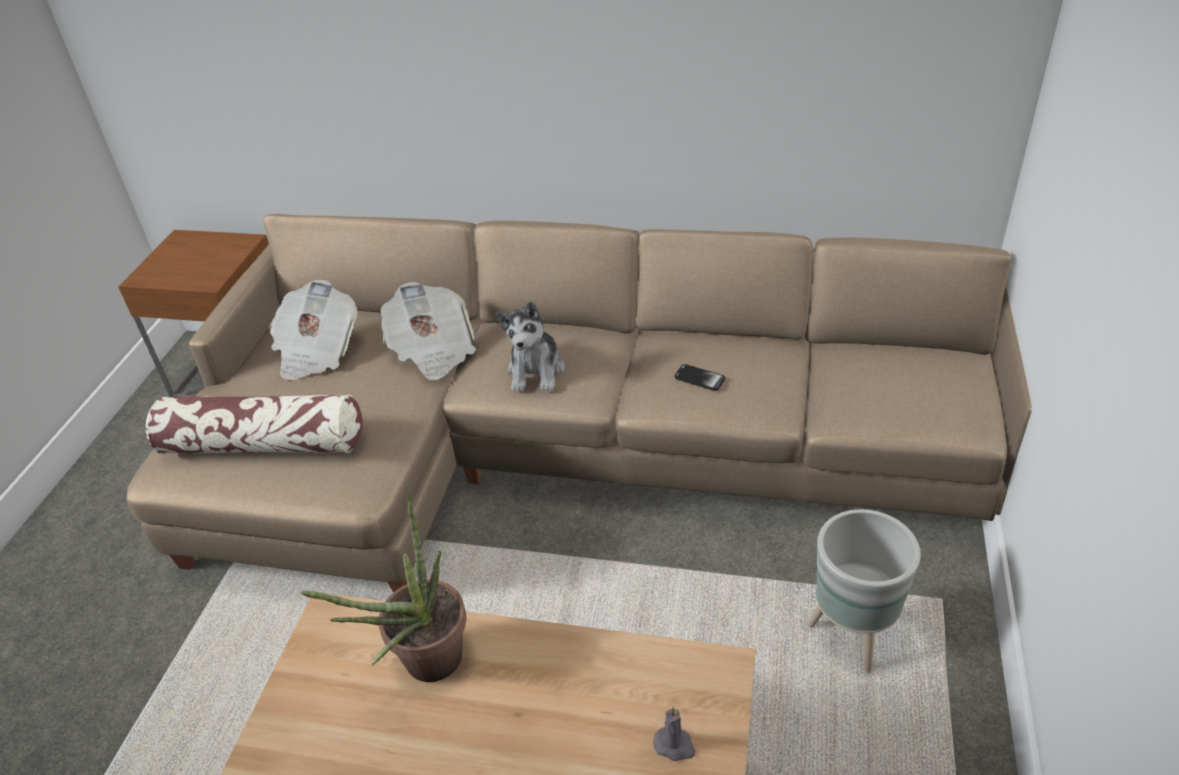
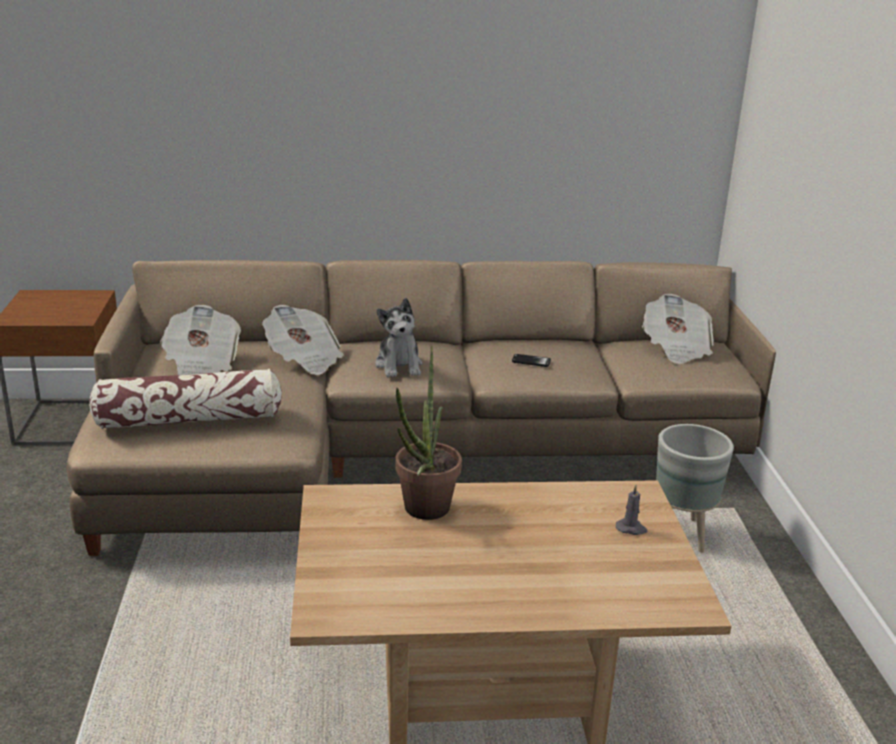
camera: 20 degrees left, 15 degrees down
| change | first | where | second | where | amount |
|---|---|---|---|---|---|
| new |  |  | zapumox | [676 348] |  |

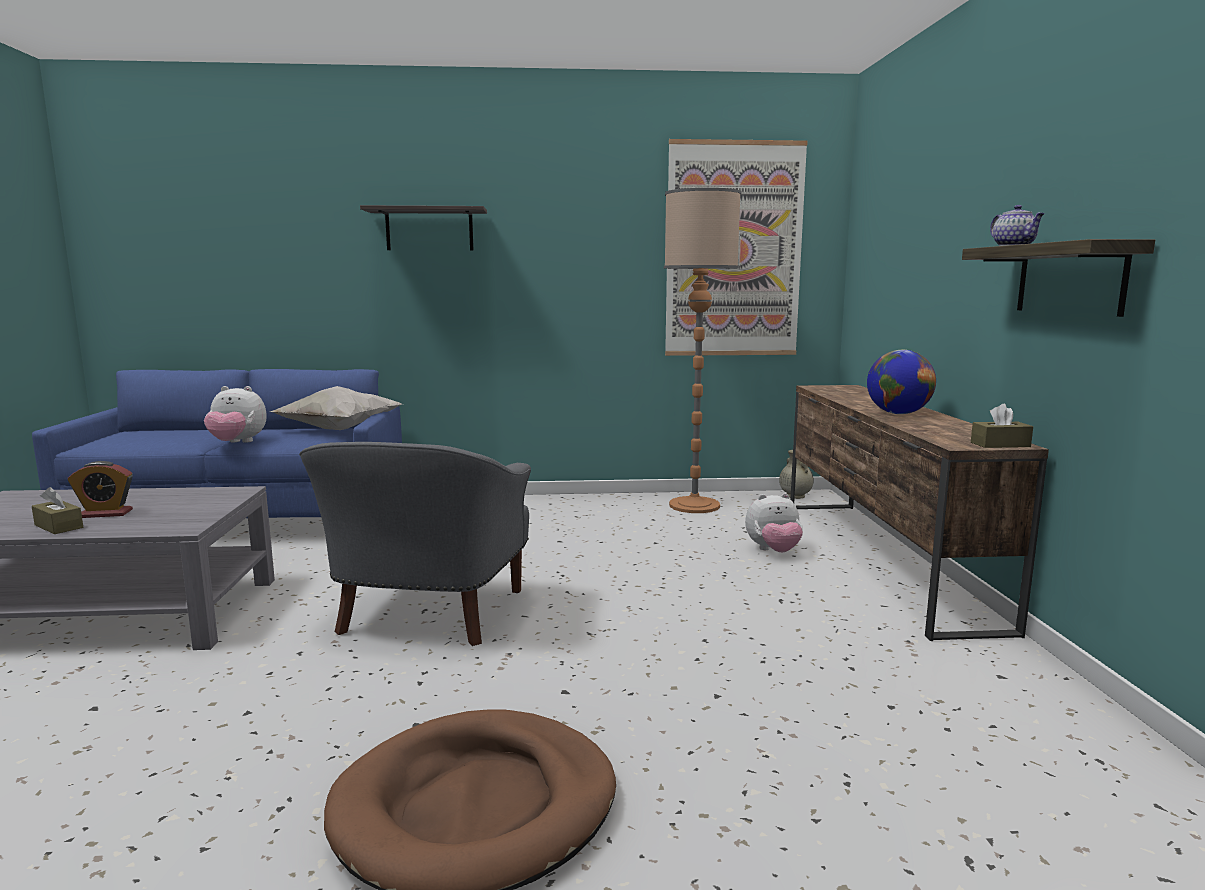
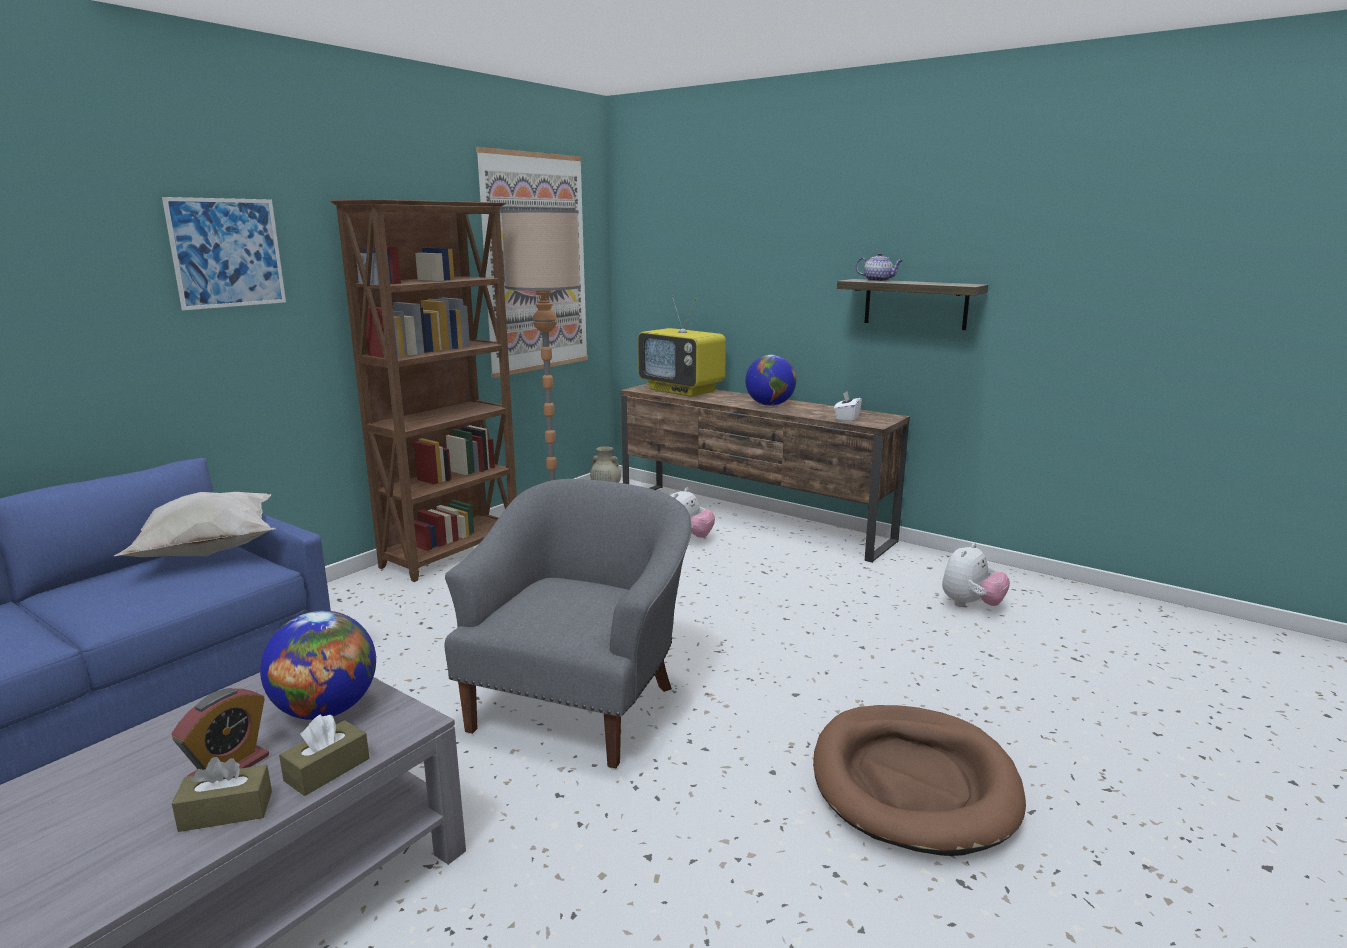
camera: 50 degrees left, 5 degrees up
| change | first | where | second | where | amount |
|---|---|---|---|---|---|
| new |  |  | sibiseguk | [326 710] |  |
| new |  |  | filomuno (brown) | [454 553] |  |
| new |  |  | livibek | [682 390] |  |
| new |  |  | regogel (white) | [846 418] |  |
| shifted | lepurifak | [237 443] |  | [971 605] |  |
| shifted | regogel (brown) | [1000 444] |  | [327 770] |  |
| swapped | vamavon | [429 230] | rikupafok | [227 253] |  |
| rotated | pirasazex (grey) | [427 615] |  | [580 705] | 120 degrees counterclockwise |

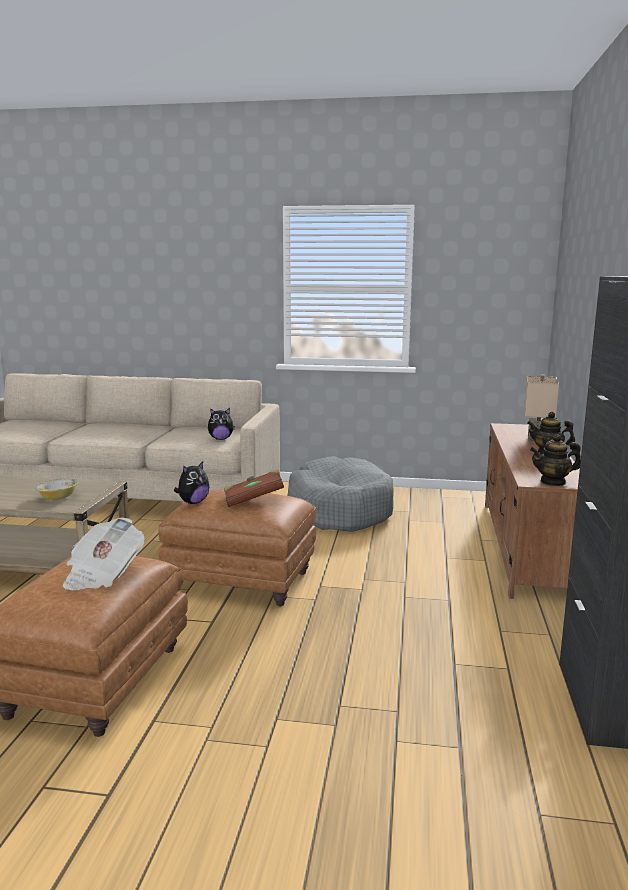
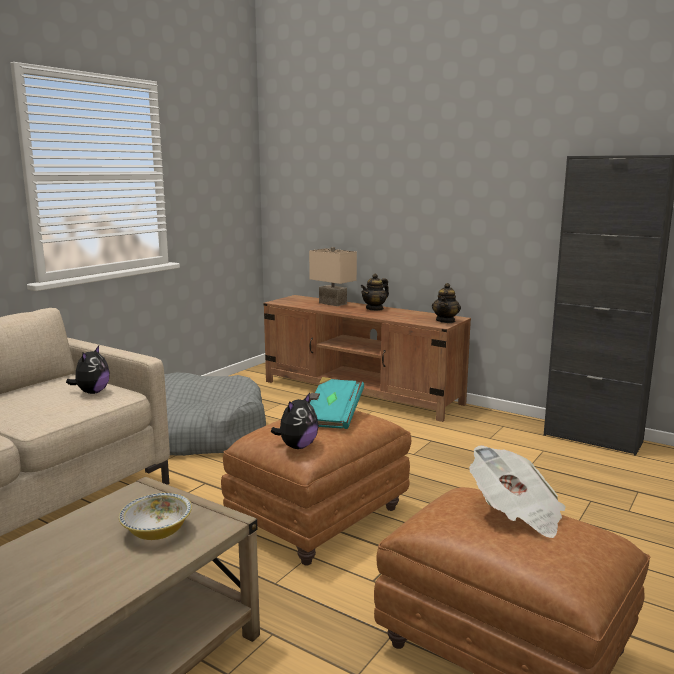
camera: 65 degrees left, 0 degrees up
| change | first | where | second | where | amount |
|---|---|---|---|---|---|
| repainted | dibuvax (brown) | [253 500] | dibuvax (turquoise) | [332 416] |  |
| rotated | lepurifak | [193 502] |  | [297 446] | 60 degrees clockwise |

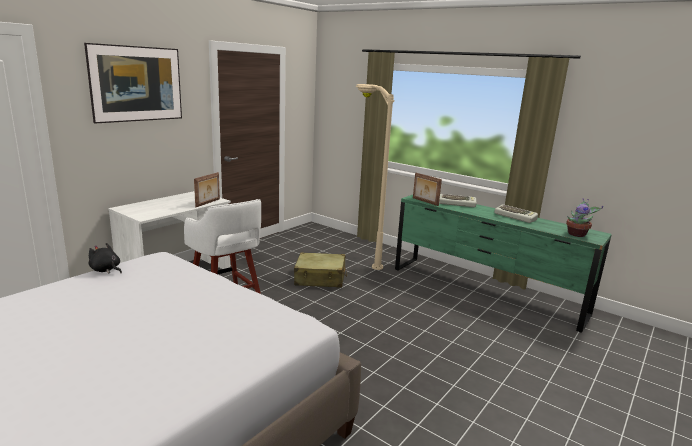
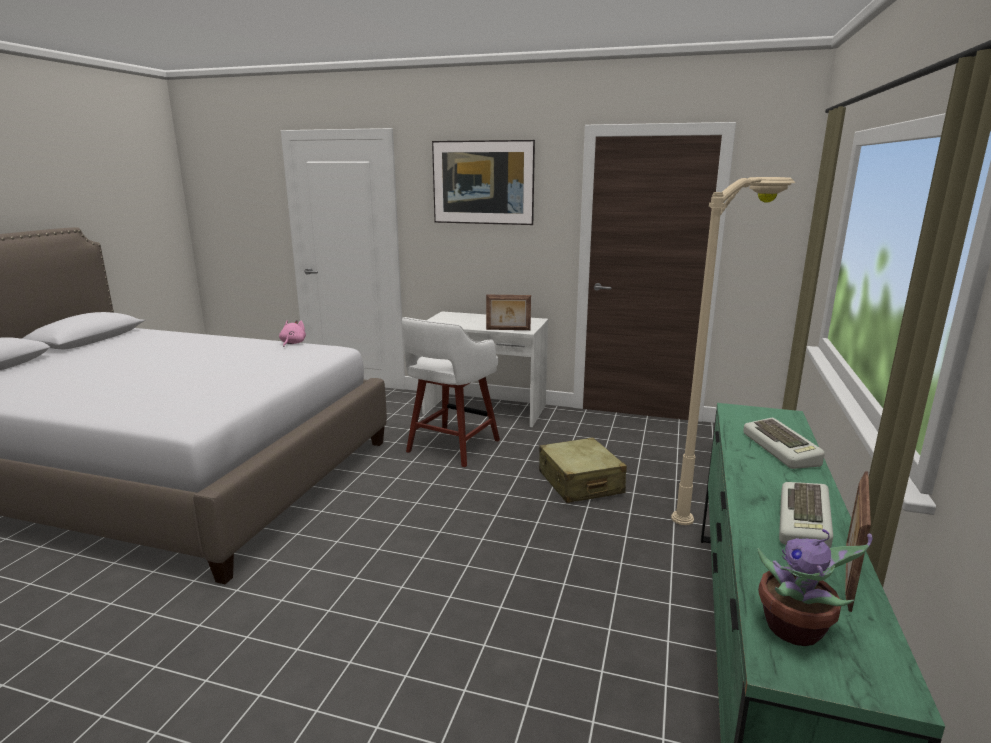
camera: 70 degrees right, 0 degrees up
| change | first | where | second | where | amount |
|---|---|---|---|---|---|
| shifted | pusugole | [424 202] |  | [847 576] |  |
| repainted | lepurifak (black) | [106 270] | lepurifak (pink) | [292 343] |  |

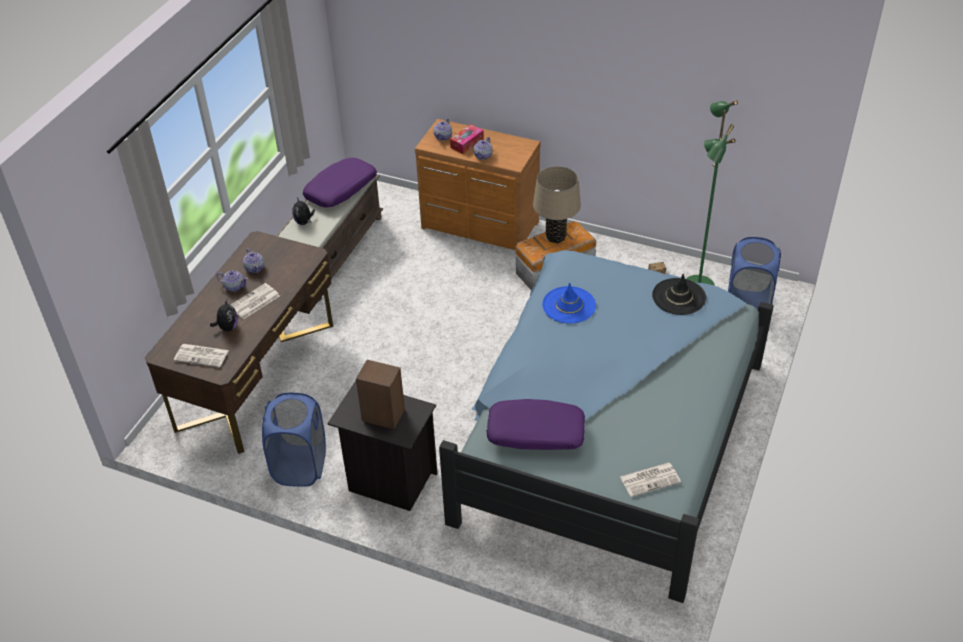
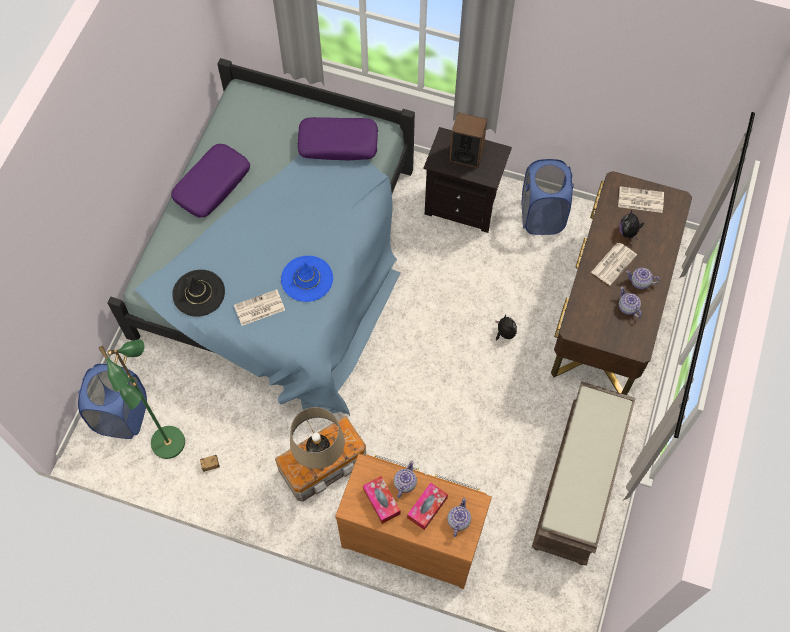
camera: 175 degrees right, 20 degrees up
| change | first | where | second | where | amount |
|---|---|---|---|---|---|
| new |  |  | regogel | [381 501] |  |
| shifted | lepurifak | [304 222] |  | [504 333] |  |
| shifted | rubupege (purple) | [341 190] |  | [212 185] |  |
| shifted | zapumox | [650 479] |  | [259 308] |  |

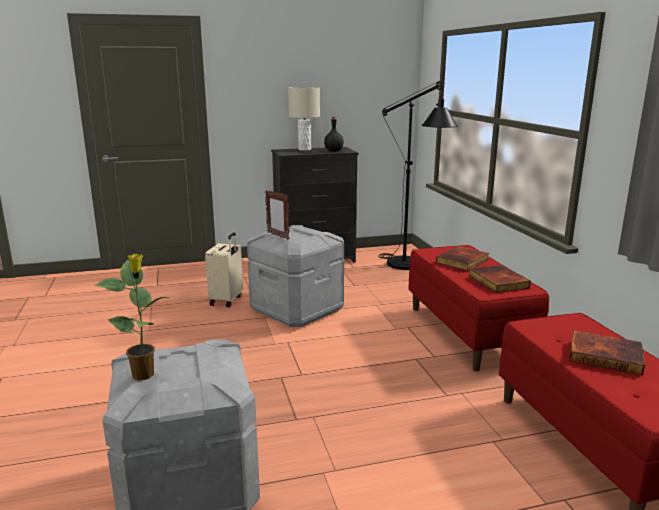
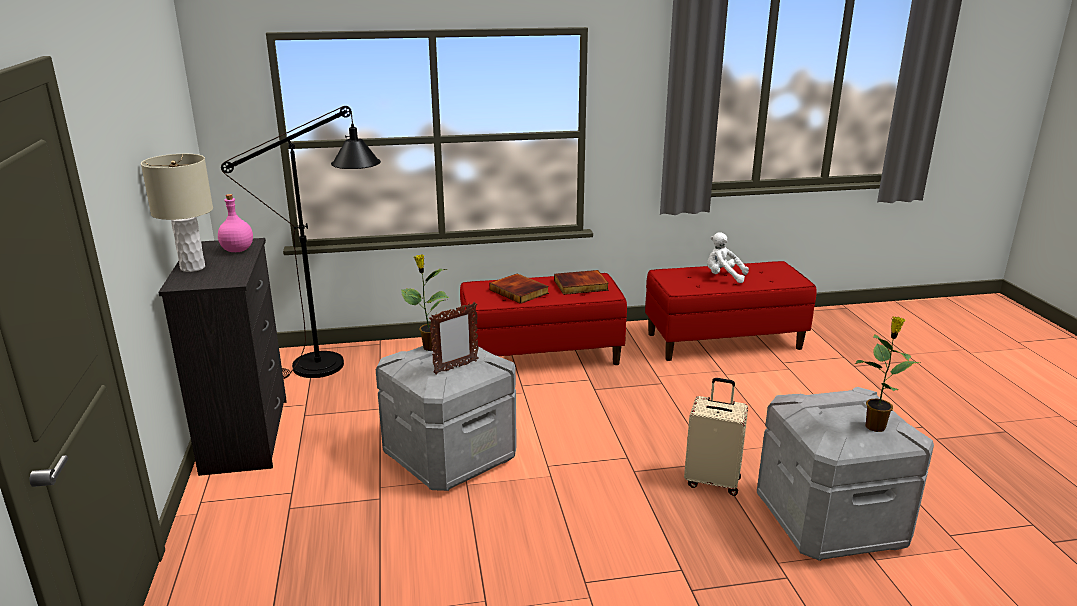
camera: 85 degrees left, 5 degrees up
| change | first | where | second | where | amount |
|---|---|---|---|---|---|
| new |  |  | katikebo | [429 347] |  |
| shifted | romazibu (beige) | [227 300] |  | [713 481] |  |
| swapped | dibuvax | [605 355] | lepurifak (white) | [723 276] |  |
| repainted | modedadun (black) | [333 151] | modedadun (pink) | [237 250] |  |

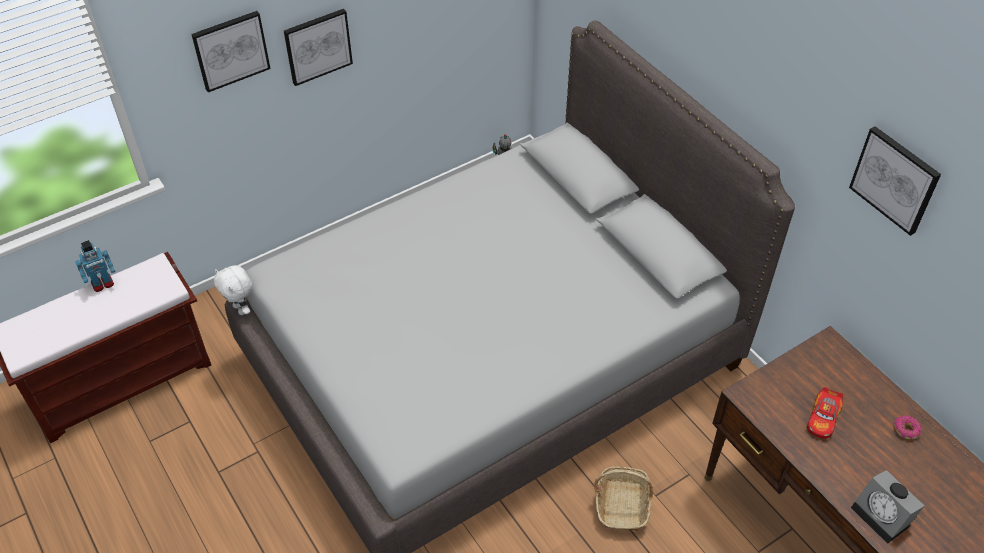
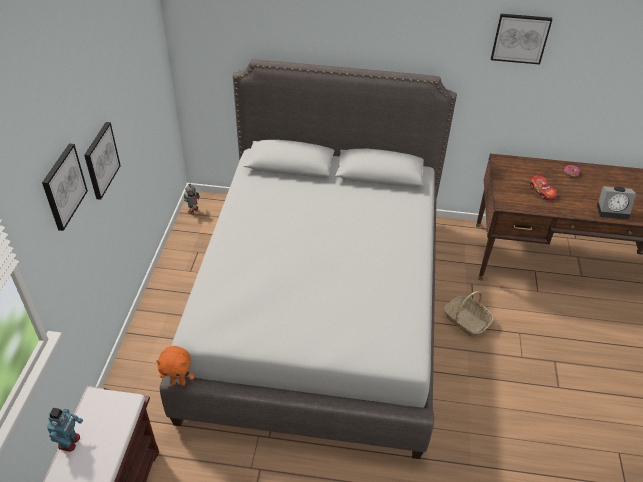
camera: 50 degrees left, 5 degrees down
| change | first | where | second | where | amount |
|---|---|---|---|---|---|
| repainted | lepurifak (white) | [241 309] | lepurifak (orange) | [178 382] |  |

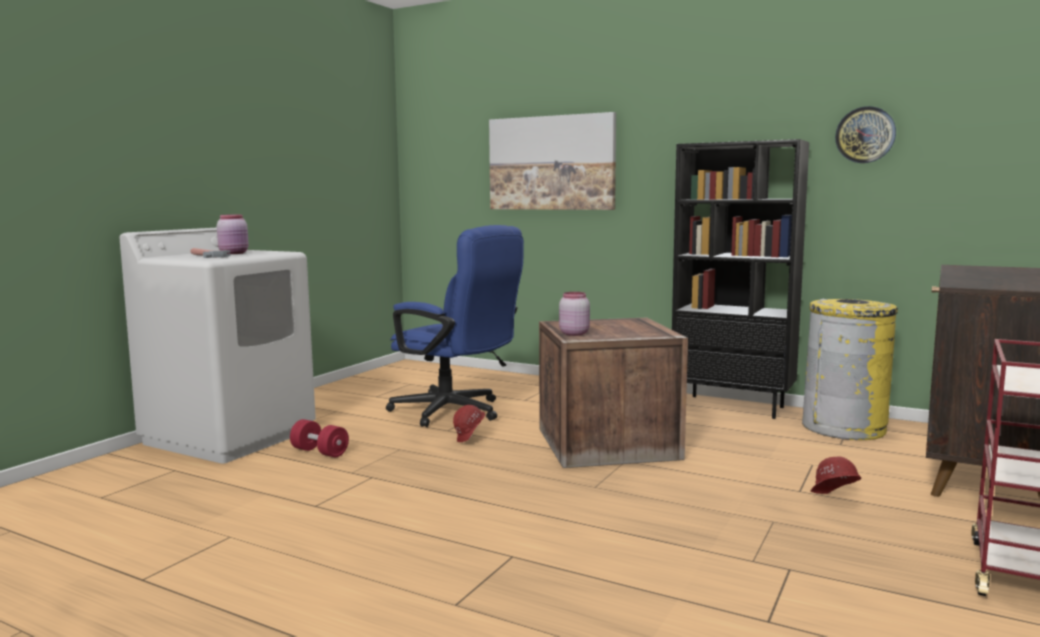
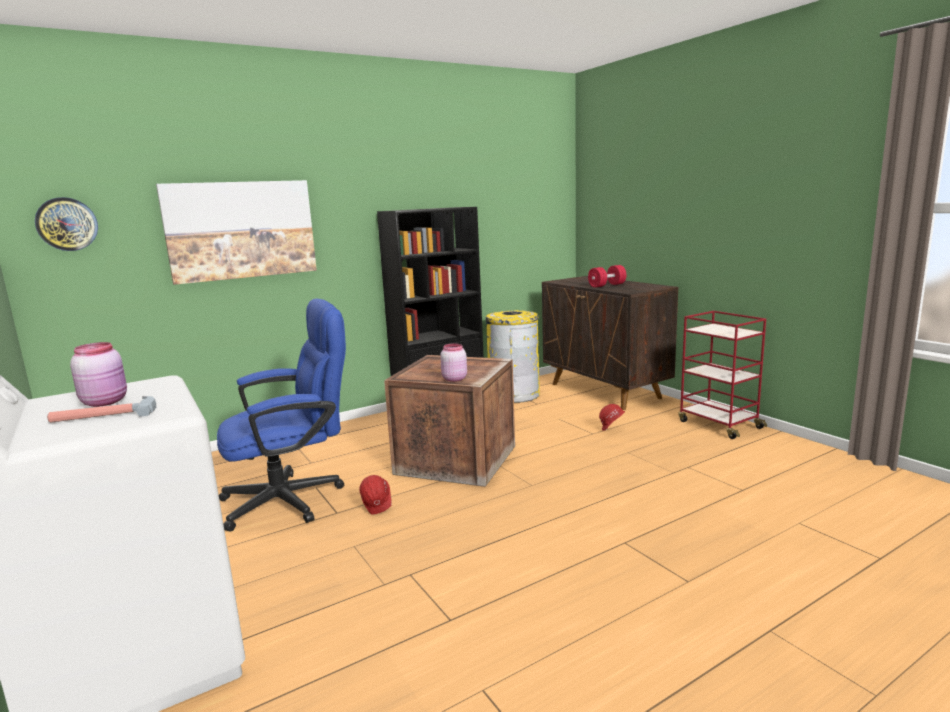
camera: 60 degrees left, 5 degrees up
| change | first | where | second | where | amount |
|---|---|---|---|---|---|
| shifted | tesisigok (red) | [320 452] |  | [607 285] |  |
| shifted | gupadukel | [865 135] |  | [67 224] |  |

